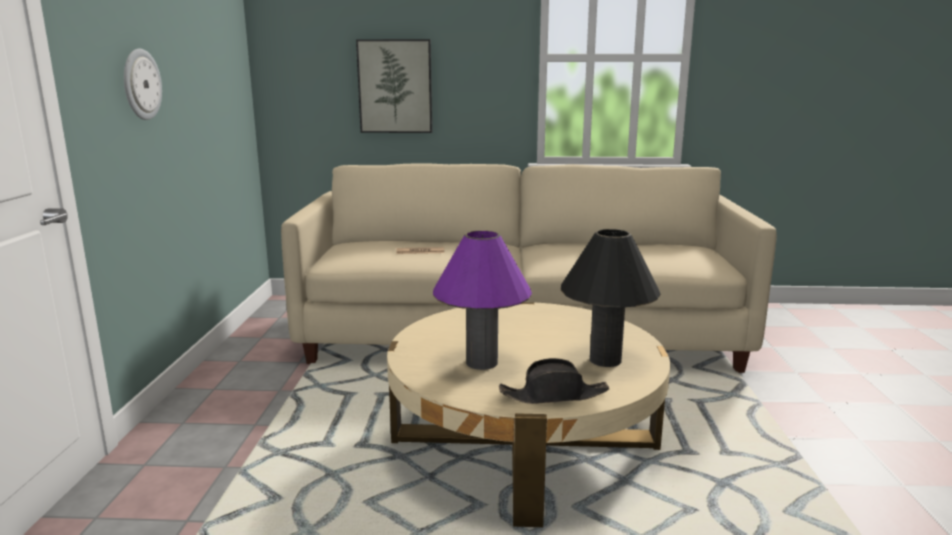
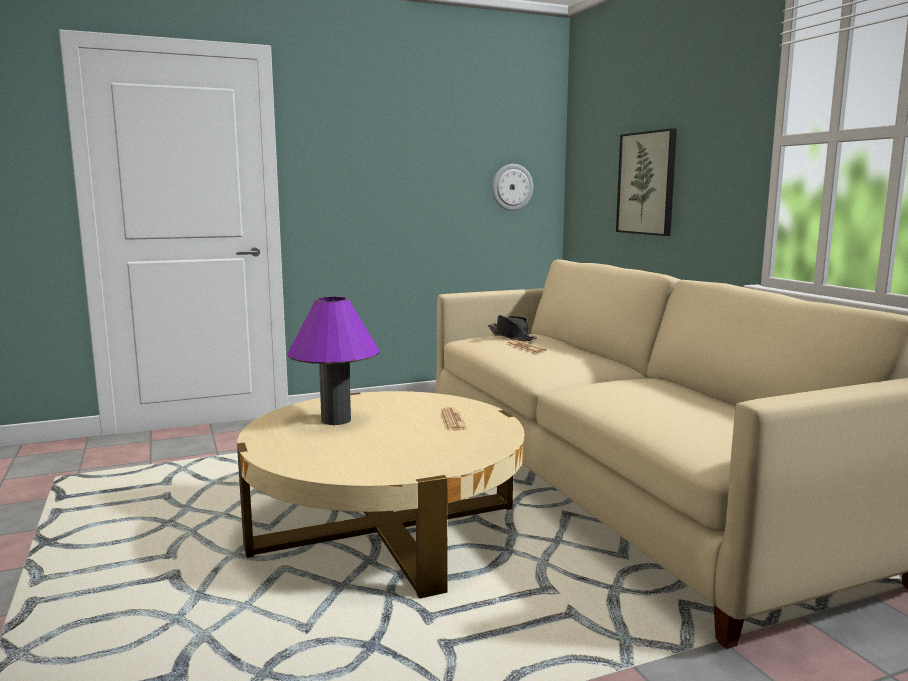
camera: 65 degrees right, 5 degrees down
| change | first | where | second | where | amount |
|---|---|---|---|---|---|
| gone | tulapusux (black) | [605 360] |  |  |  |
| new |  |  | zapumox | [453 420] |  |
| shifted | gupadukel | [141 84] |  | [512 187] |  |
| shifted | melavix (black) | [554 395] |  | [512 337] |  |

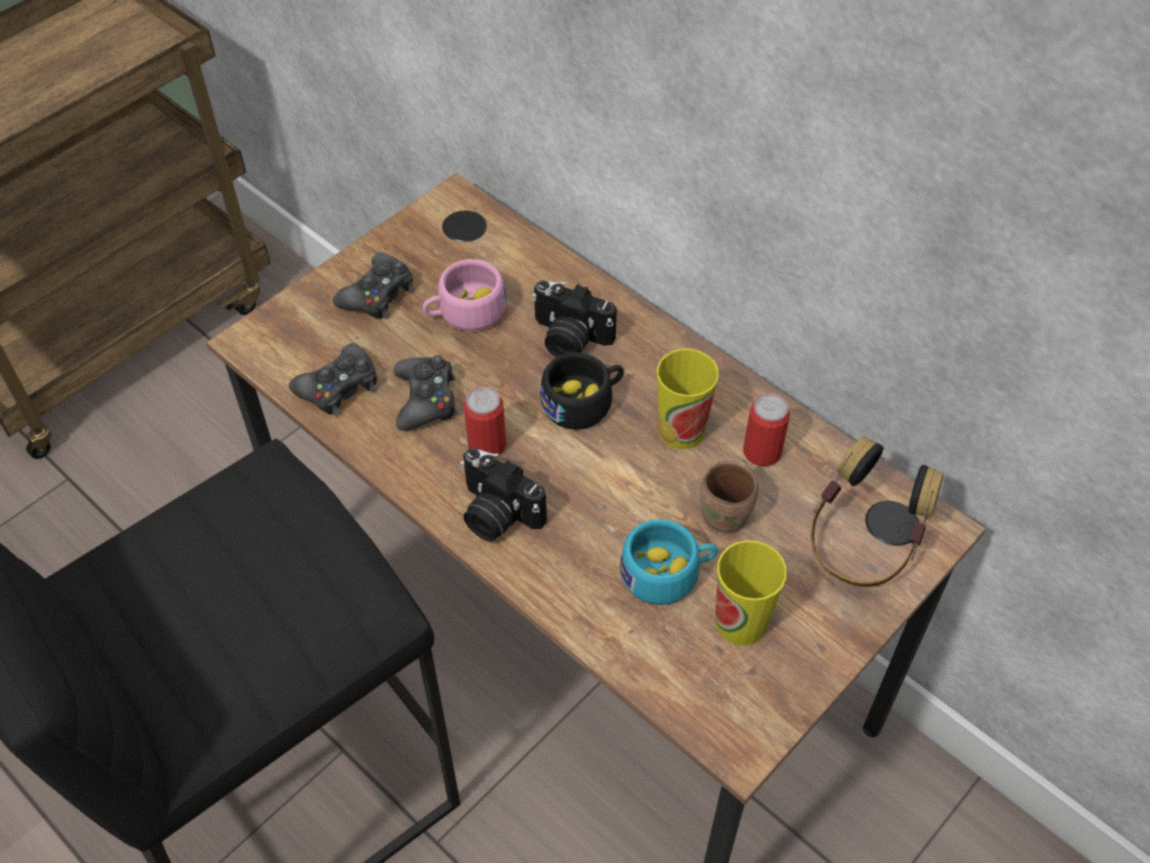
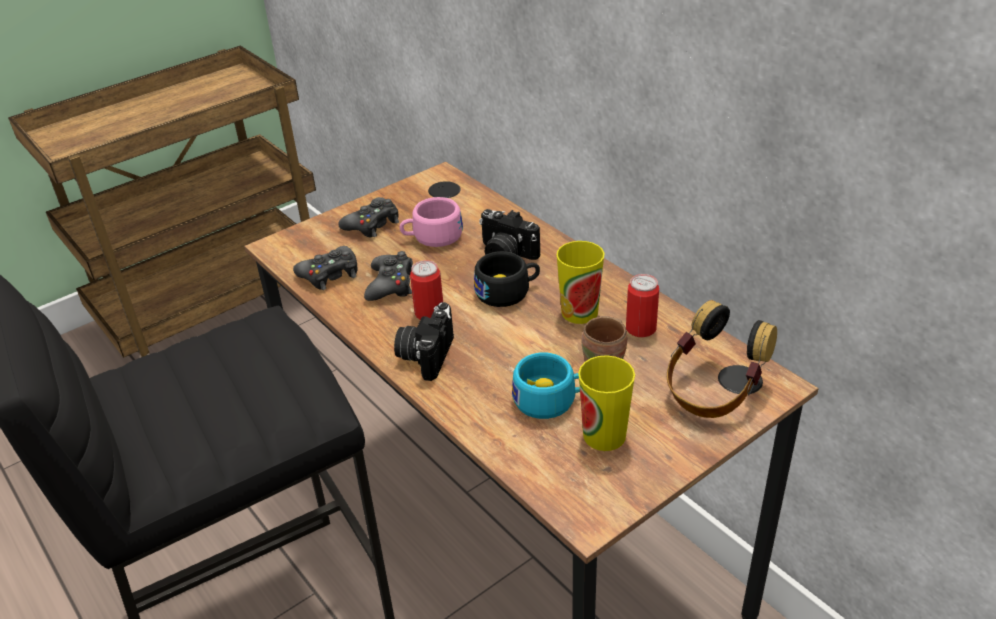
camera: 10 degrees right, 15 degrees down
| change | first | where | second | where | amount |
|---|---|---|---|---|---|
| rotated | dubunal | [496 514] |  | [425 355] | 60 degrees clockwise |

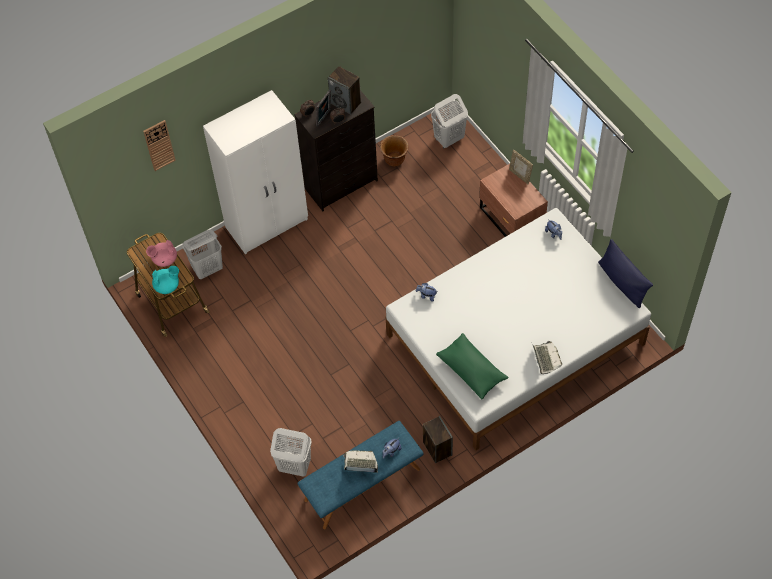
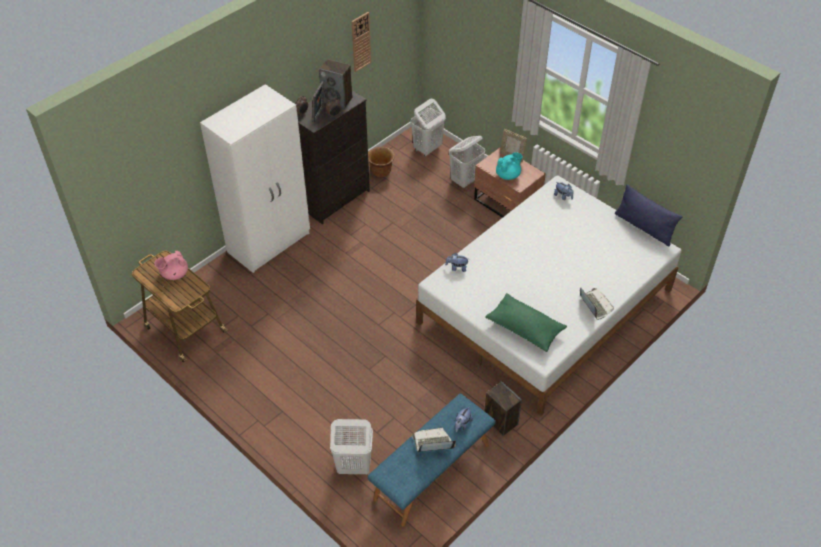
camera: 15 degrees left, 10 degrees down
| change | first | where | second | where | amount |
|---|---|---|---|---|---|
| shifted | gupadukel | [159 145] |  | [360 42] |  |
| shifted | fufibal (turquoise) | [167 286] |  | [508 175] |  |
| shifted | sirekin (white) | [208 269] |  | [465 180] |  |

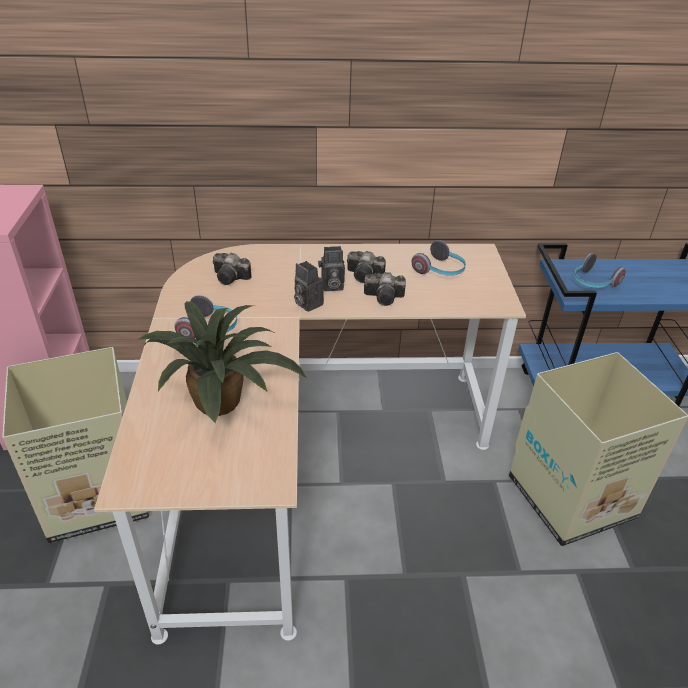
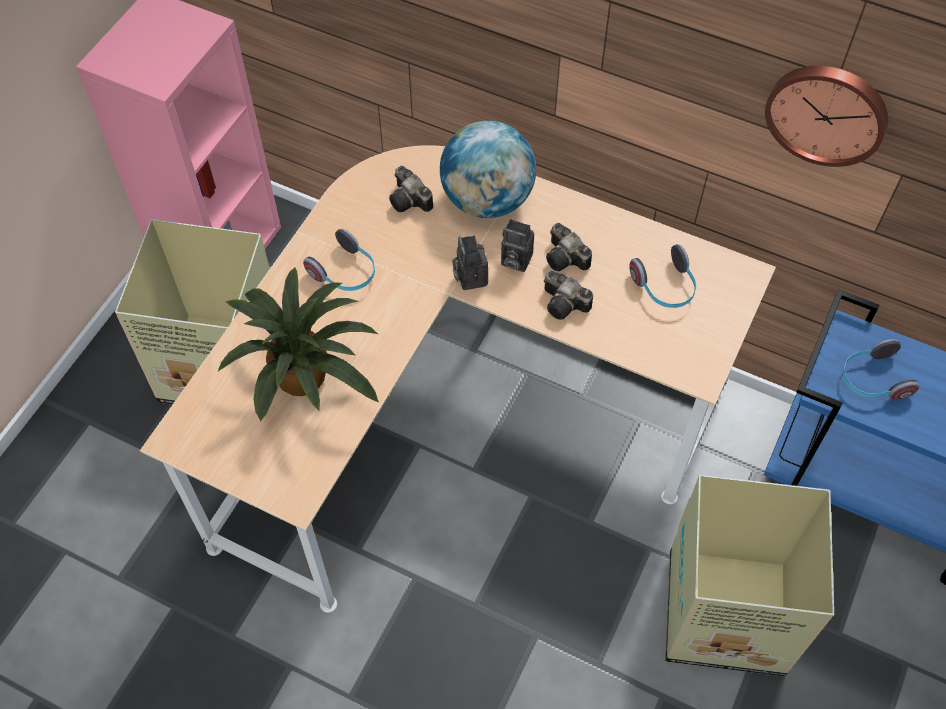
camera: 30 degrees right, 20 degrees up
| change | first | where | second | where | amount |
|---|---|---|---|---|---|
| new |  |  | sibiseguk | [487 200] |  |
| new |  |  | gupadukel | [827 112] |  |

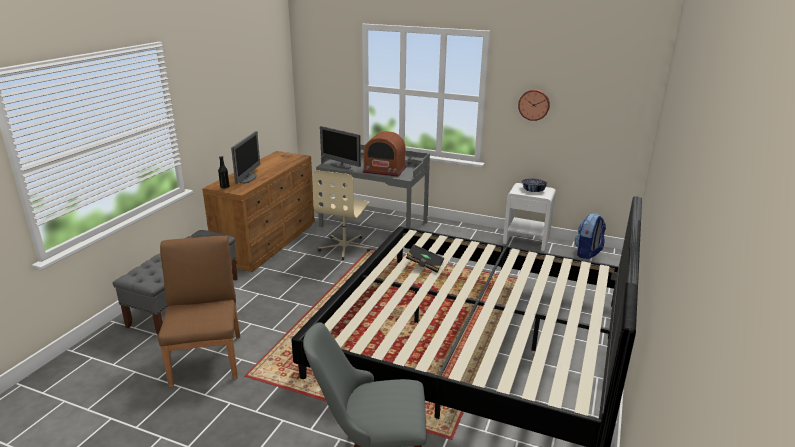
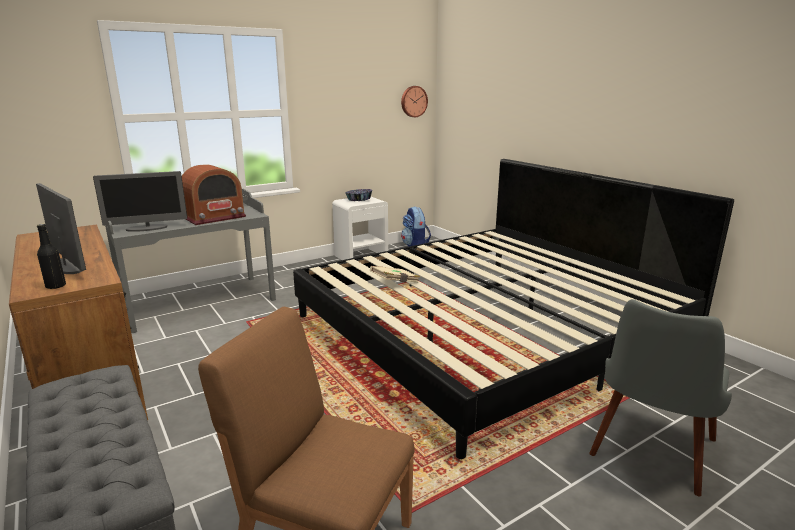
camera: 55 degrees left, 5 degrees down
| change | first | where | second | where | amount |
|---|---|---|---|---|---|
| gone | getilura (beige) | [345 247] |  |  |  |
| shifted | gupadukel | [534 104] |  | [413 101] |  |
| repainted | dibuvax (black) | [424 265] | dibuvax (beige) | [395 283] |  |

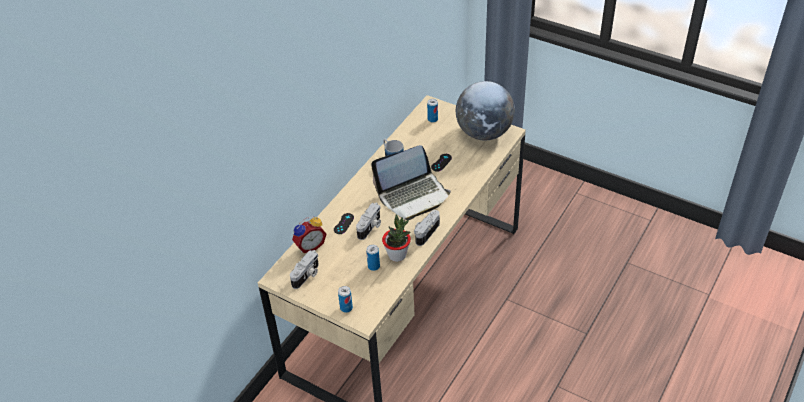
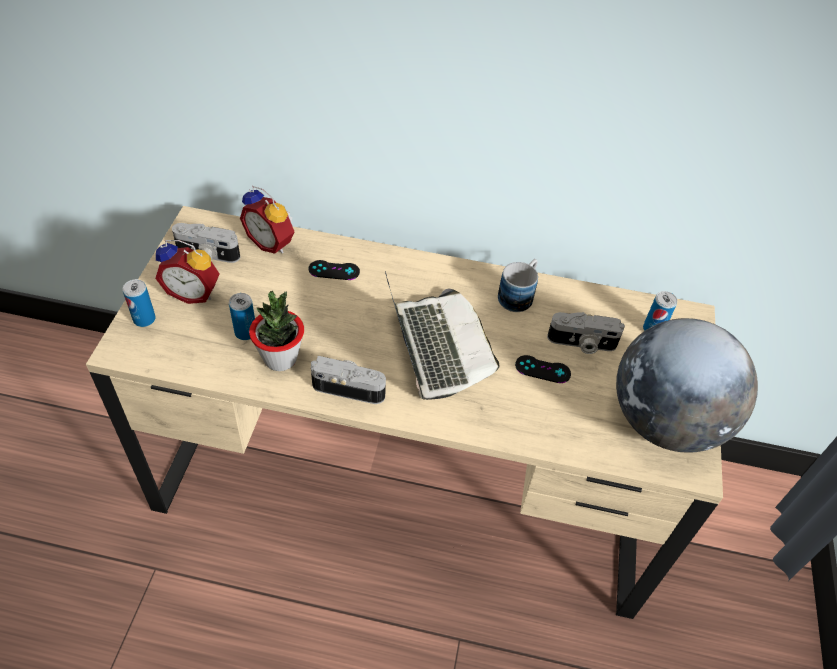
camera: 65 degrees right, 5 degrees up
| change | first | where | second | where | amount |
|---|---|---|---|---|---|
| new |  |  | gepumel | [194 292] |  |
| shifted | dubunal | [370 227] |  | [581 344] |  |
| rotated | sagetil | [413 195] |  | [436 347] | 150 degrees counterclockwise |

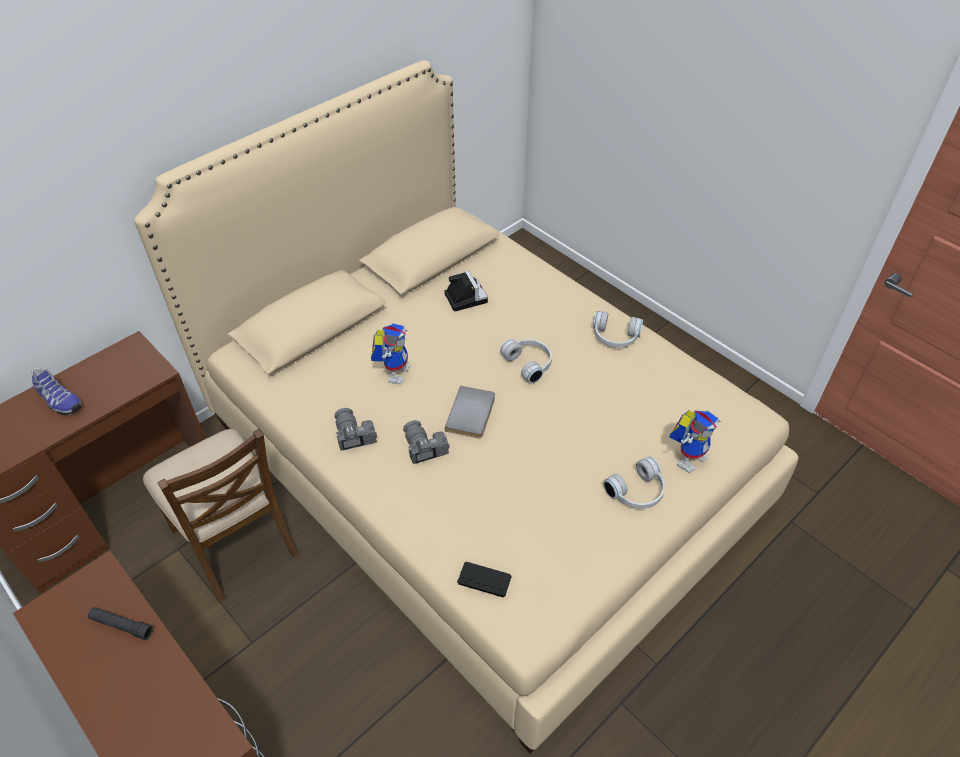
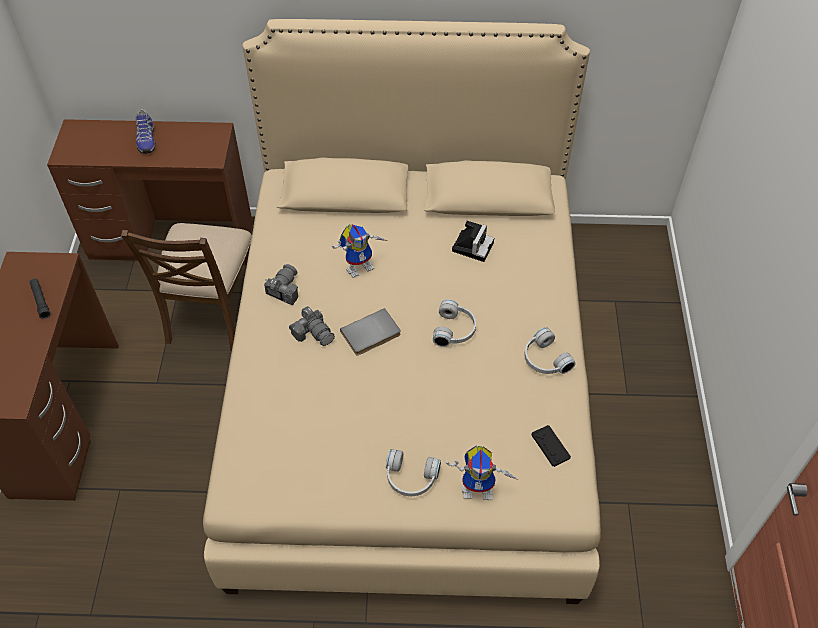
camera: 45 degrees right, 5 degrees up
| change | first | where | second | where | amount |
|---|---|---|---|---|---|
| shifted | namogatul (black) | [484 580] |  | [550 446] |  |
| rotated | dubunal | [423 449] |  | [313 332] | 120 degrees clockwise |

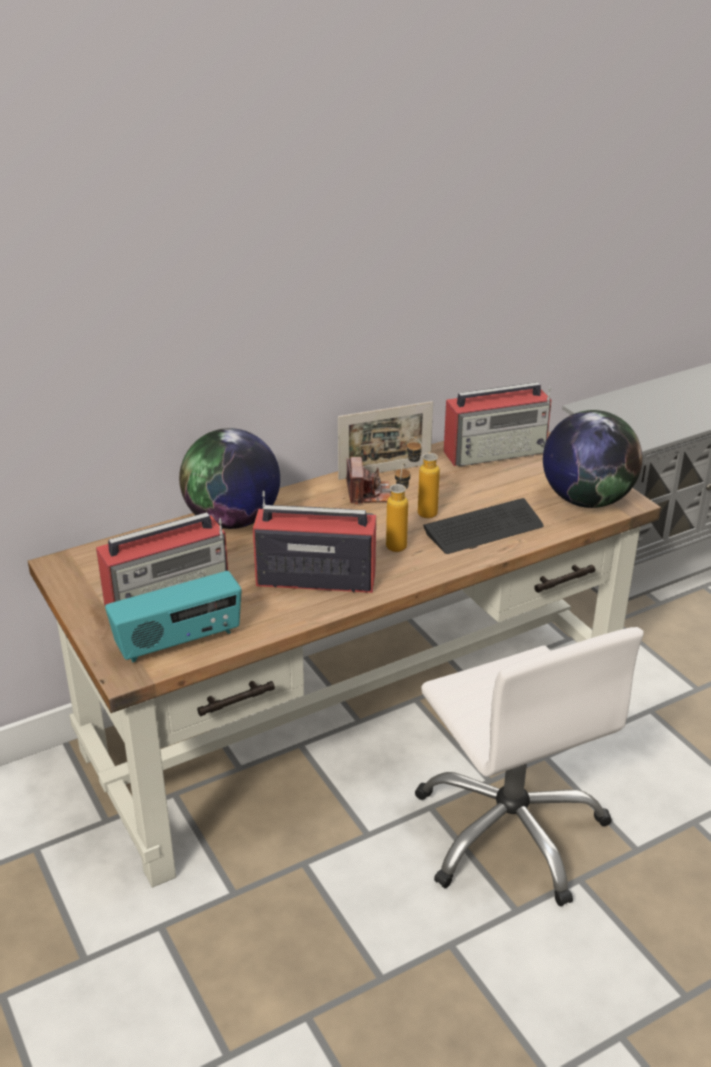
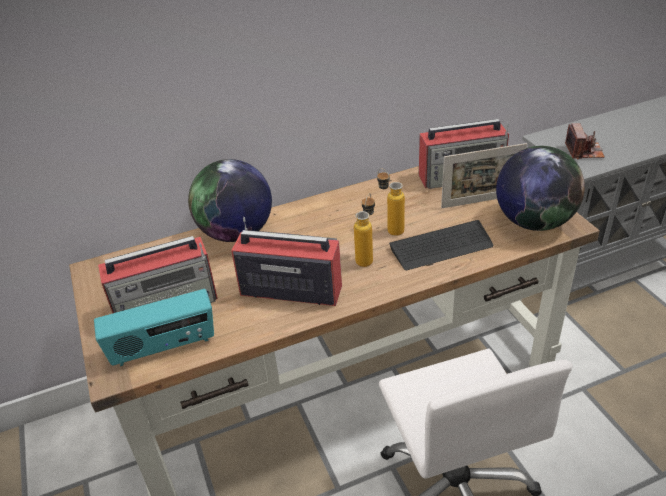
camera: 10 degrees right, 5 degrees up
| change | first | where | second | where | amount |
|---|---|---|---|---|---|
| shifted | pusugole | [384 471] |  | [480 201] |  |
| shifted | dubunal | [368 494] |  | [584 151] |  |

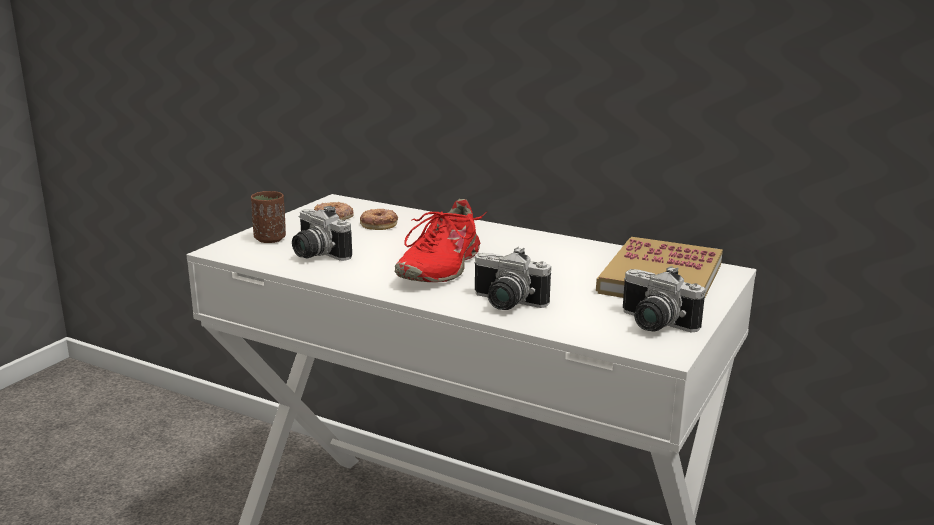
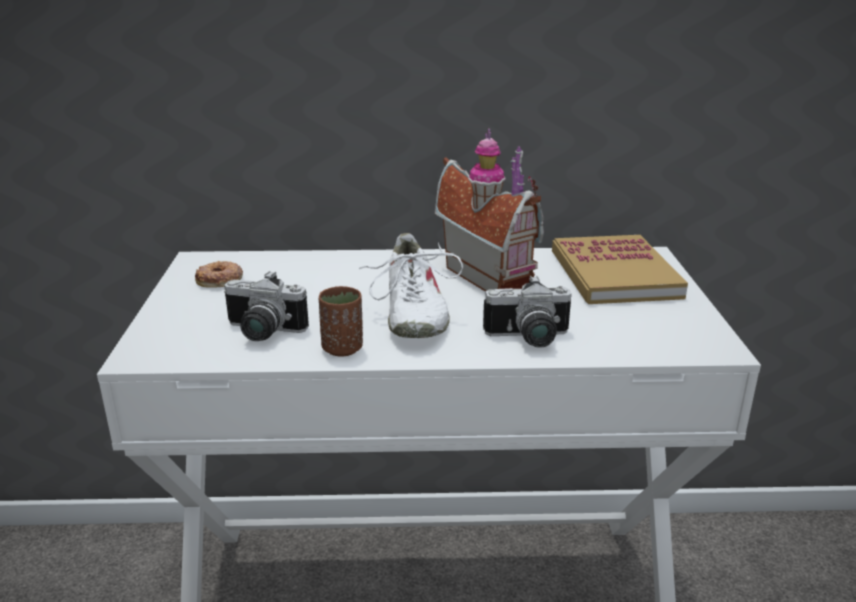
camera: 30 degrees left, 5 degrees up
| change | first | where | second | where | amount |
|---|---|---|---|---|---|
| gone | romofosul | [379 224] |  |  |  |
| gone | dubunal | [653 325] |  |  |  |
| new |  |  | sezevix | [492 276] |  |
| shifted | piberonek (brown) | [270 239] |  | [342 348] |  |
| repainted | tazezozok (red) | [439 267] | tazezozok (white) | [412 313] |  |

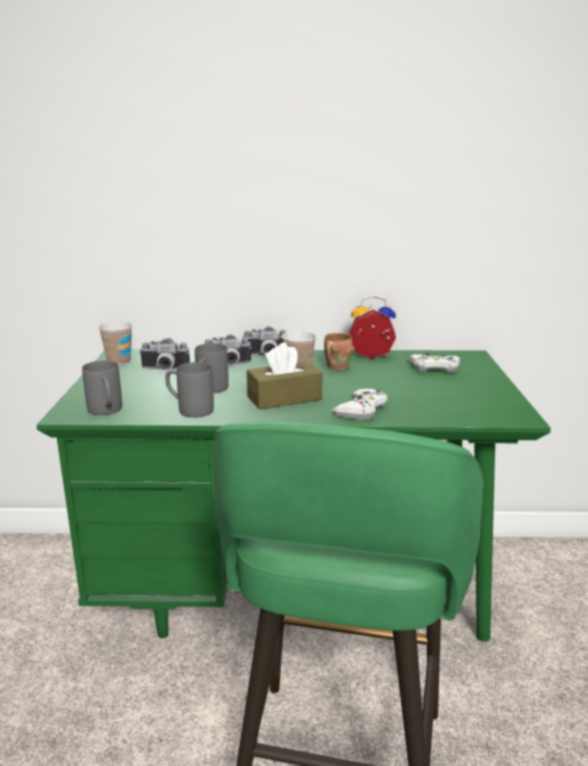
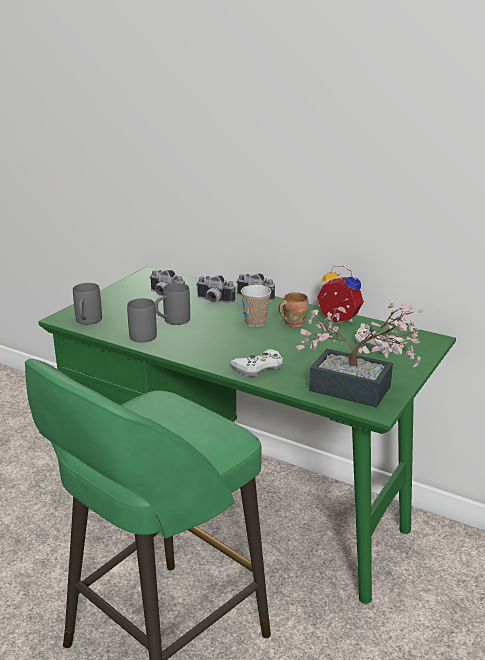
camera: 30 degrees right, 5 degrees up
| change | first | where | second | where | amount |
|---|---|---|---|---|---|
| gone | piberonek | [119 361] |  |  |  |
| gone | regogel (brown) | [284 398] |  |  |  |
| new |  |  | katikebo | [359 391] |  |

